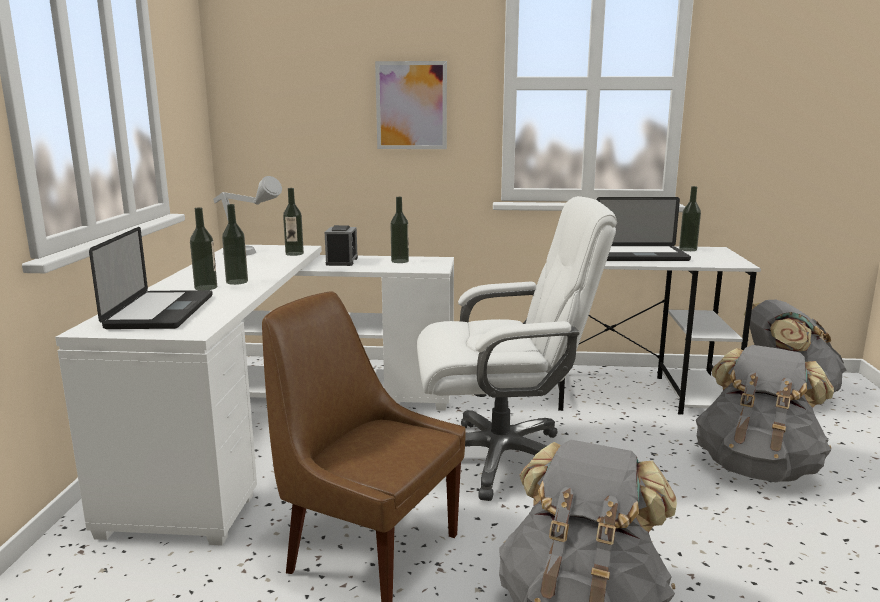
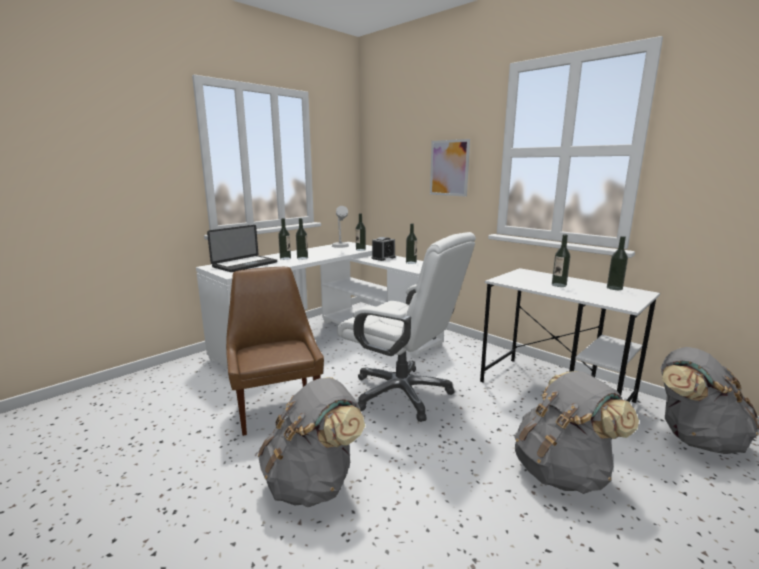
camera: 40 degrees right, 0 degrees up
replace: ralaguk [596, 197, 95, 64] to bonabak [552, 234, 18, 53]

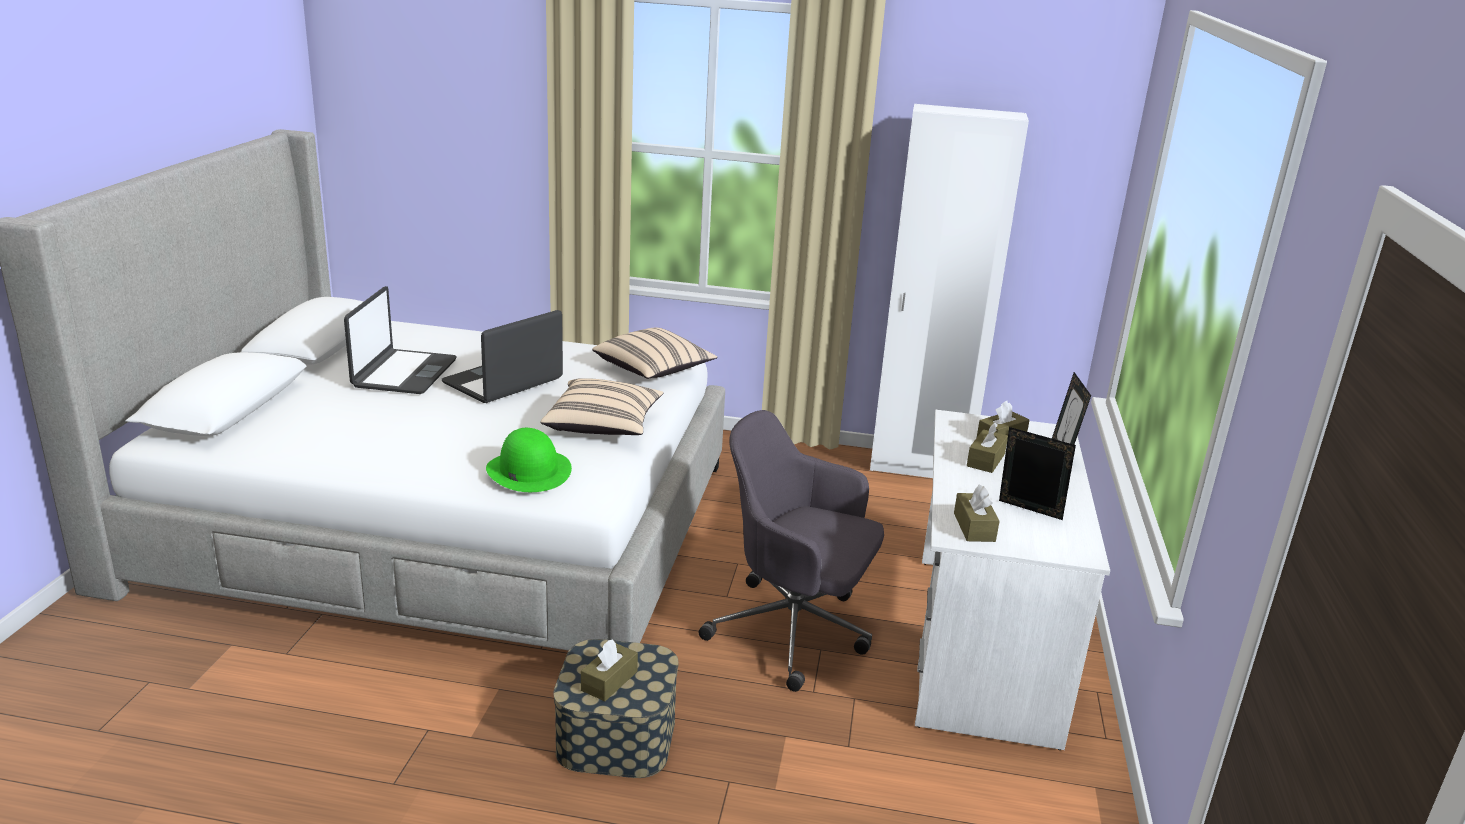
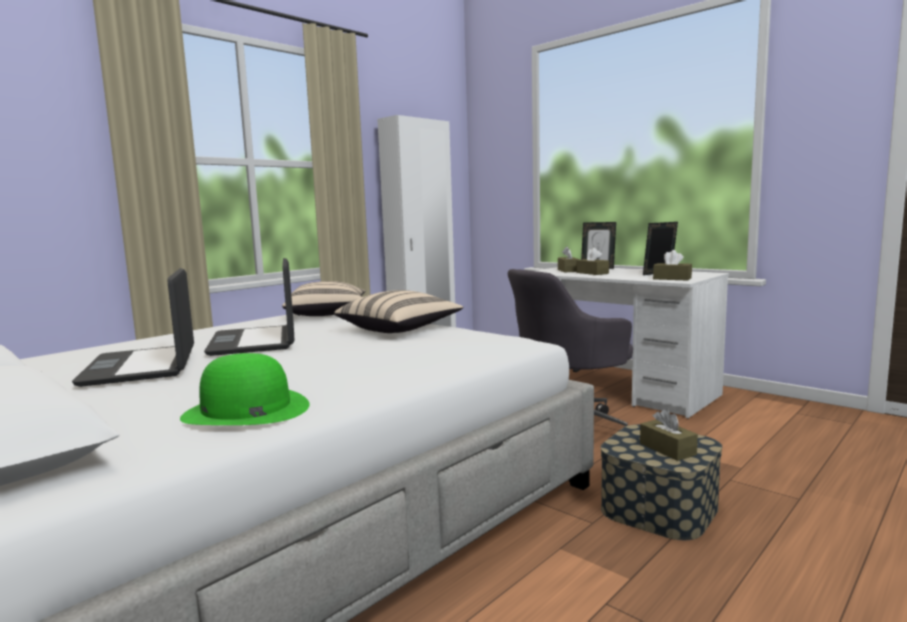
camera: 55 degrees left, 15 degrees down
move: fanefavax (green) [486, 428, 86, 64] to [180, 353, 130, 72]
rotate: ralaguk [344, 286, 113, 108] = [72, 268, 122, 119] 150 degrees counterclockwise

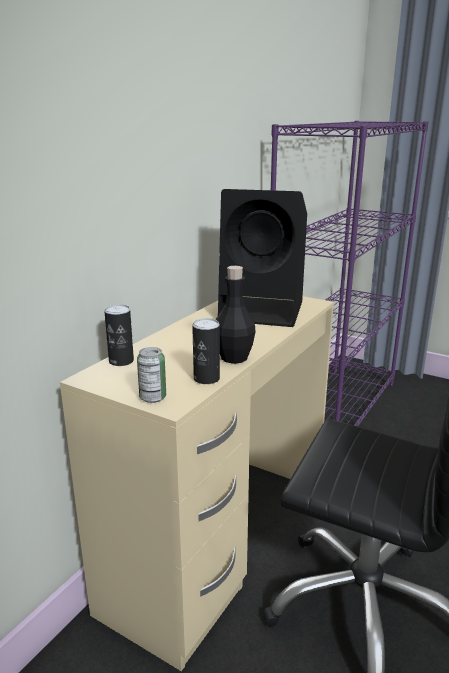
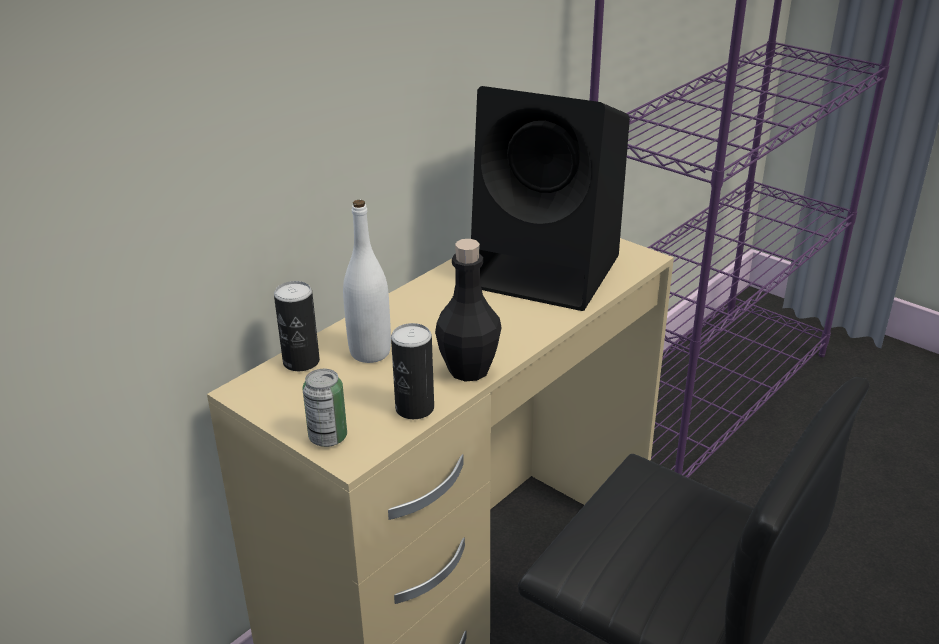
camera: 10 degrees right, 10 degrees up
insert: bonabak (white) [343, 200, 48, 163]

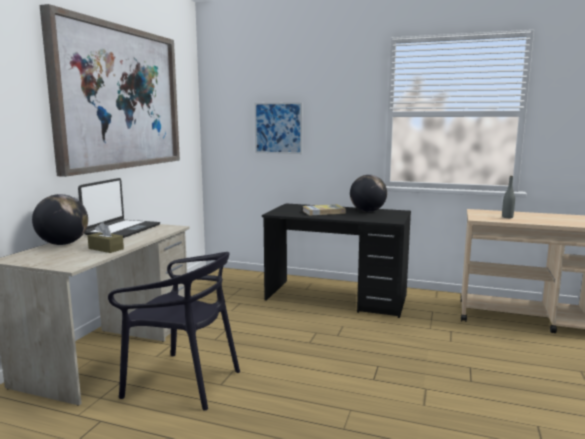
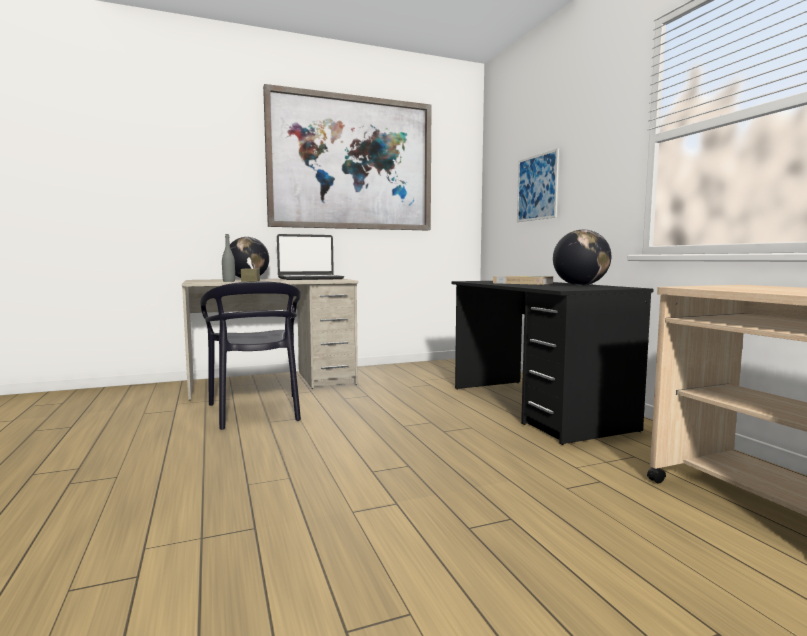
camera: 50 degrees right, 5 degrees down
move: bonabak (grey) [502, 176, 13, 42] to [222, 234, 13, 48]

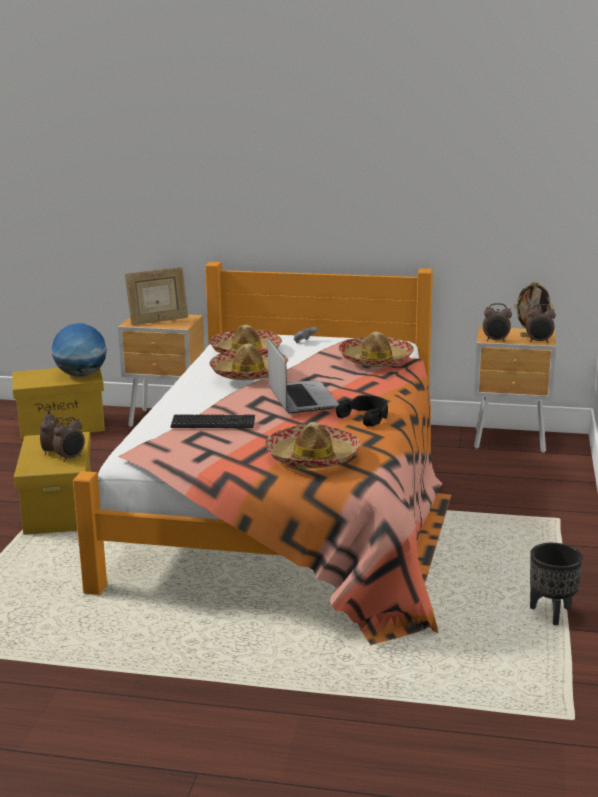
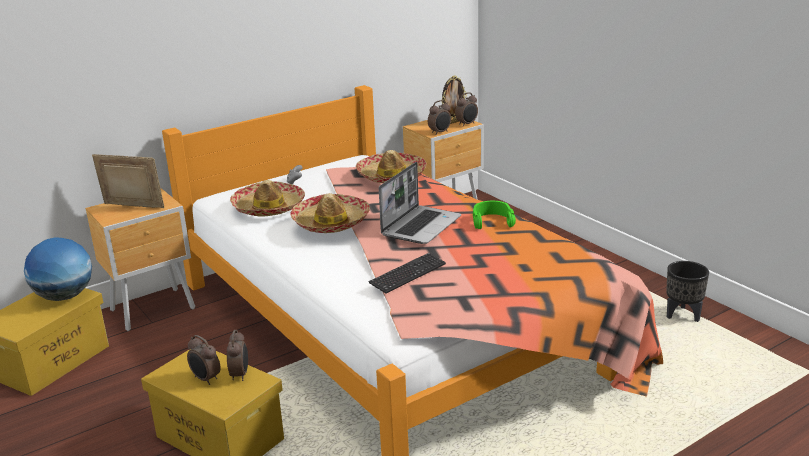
camera: 45 degrees left, 5 degrees up
delete: fanefavax [265, 422, 96, 47]
recolor: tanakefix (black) [336, 395, 52, 32] to tanakefix (green) [473, 201, 43, 28]
rotate: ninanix [125, 267, 63, 58] = [92, 154, 72, 54] 105 degrees counterclockwise; ralaguk [268, 338, 71, 75] = [379, 162, 82, 82] 90 degrees clockwise

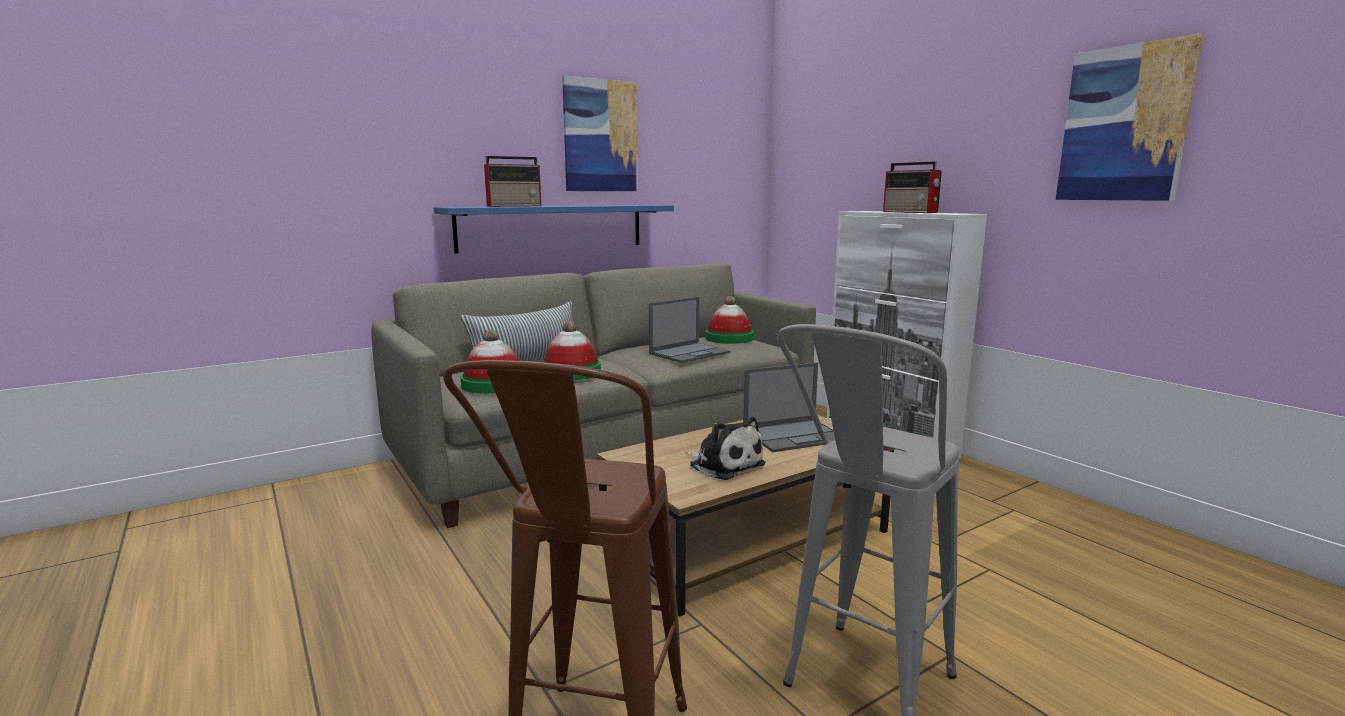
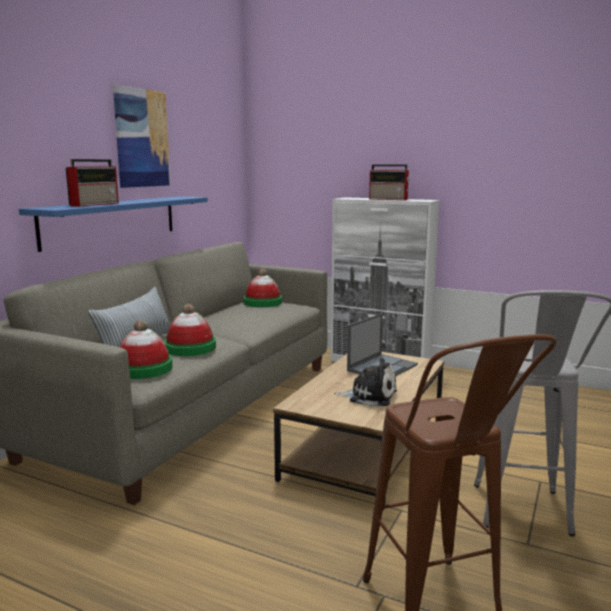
camera: 30 degrees left, 0 degrees up
delete: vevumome [1056, 33, 148, 168]; ralaguk [649, 297, 82, 66]

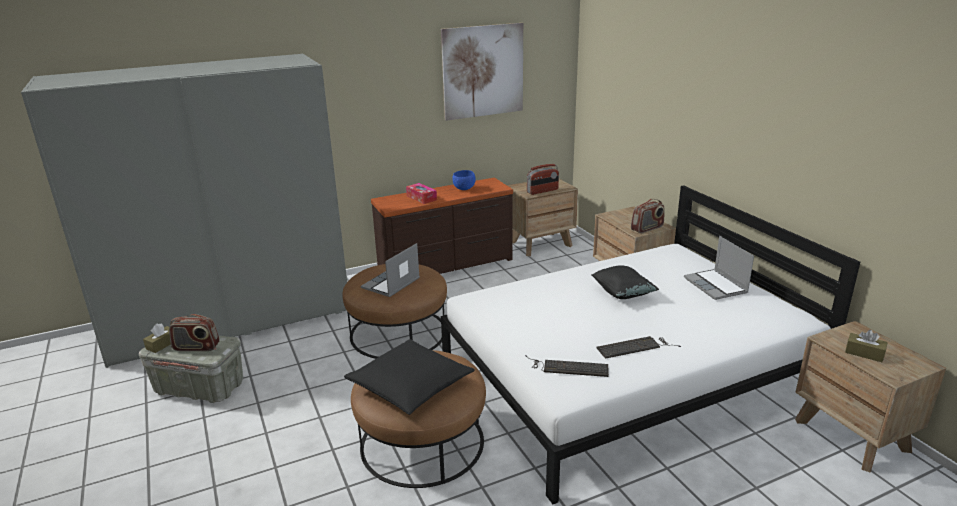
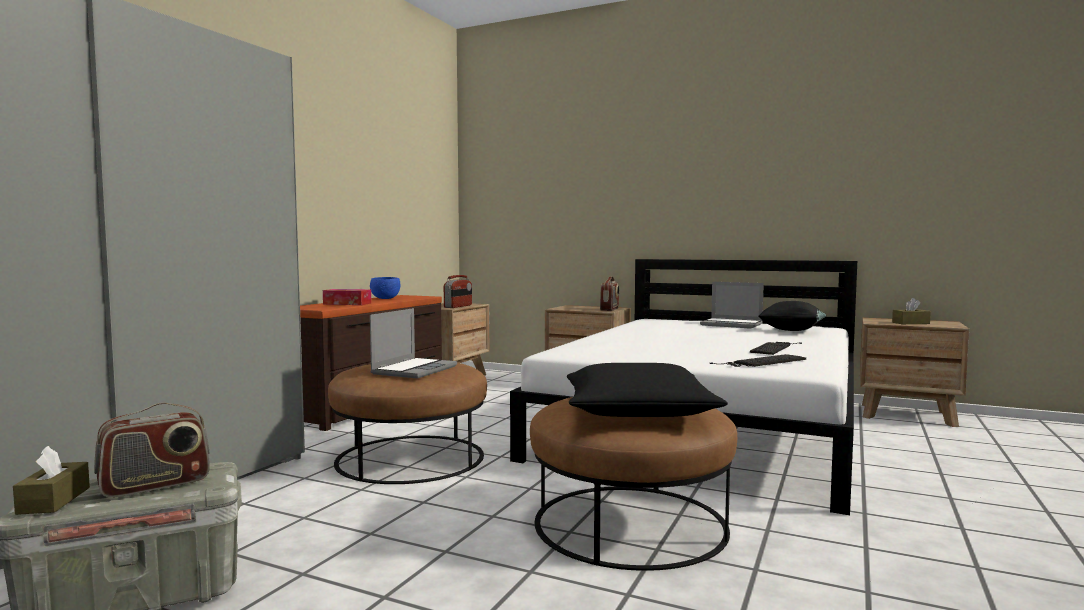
camera: 40 degrees left, 20 degrees down
delete: vevumome [441, 23, 82, 98]
move: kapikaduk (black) [591, 266, 68, 33] to [758, 301, 68, 30]
rotate: ralaguk [361, 243, 59, 54] = [370, 308, 87, 71] 150 degrees counterclockwise

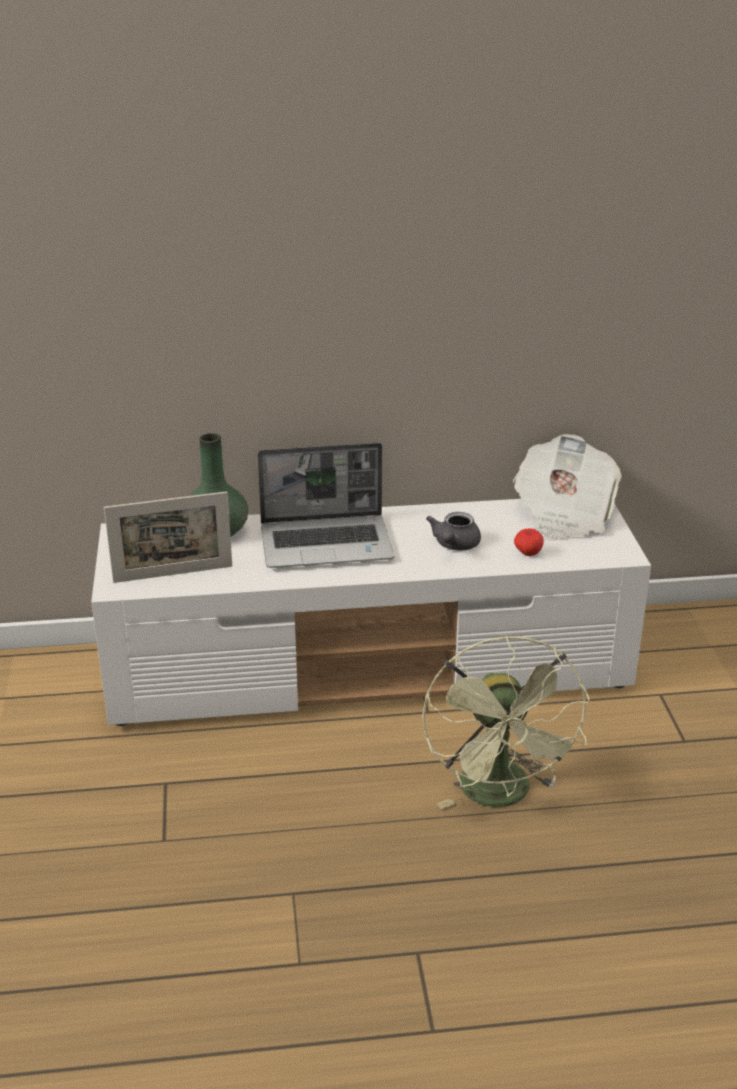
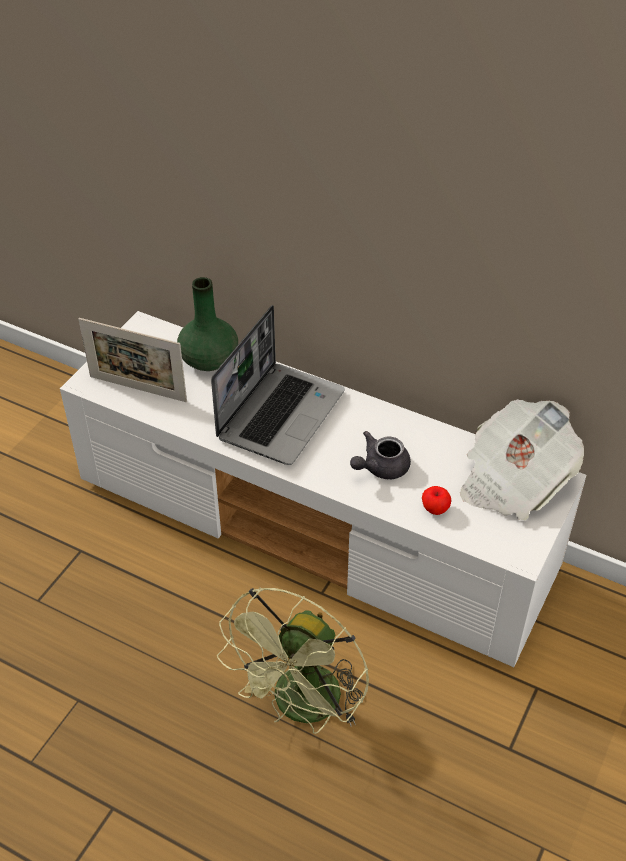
camera: 35 degrees right, 15 degrees up
rotate: ralaguk [257, 443, 137, 125] = [211, 305, 134, 160] 90 degrees counterclockwise

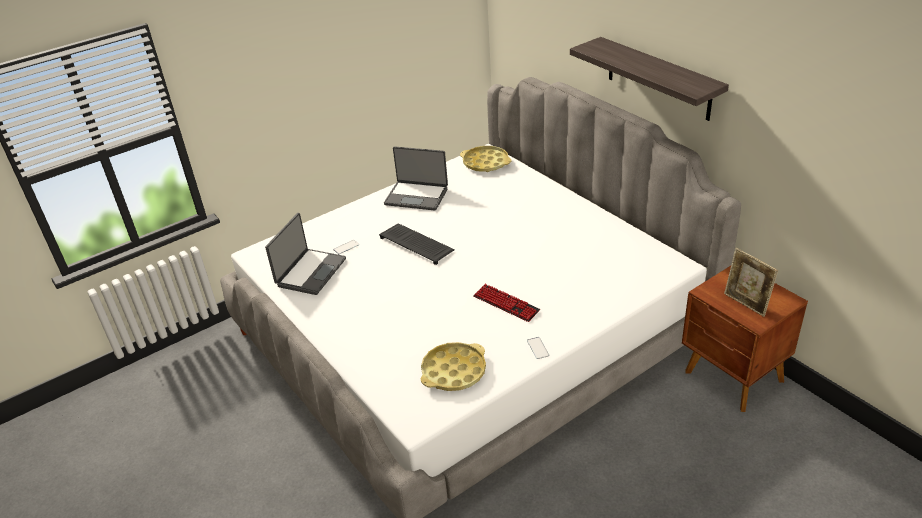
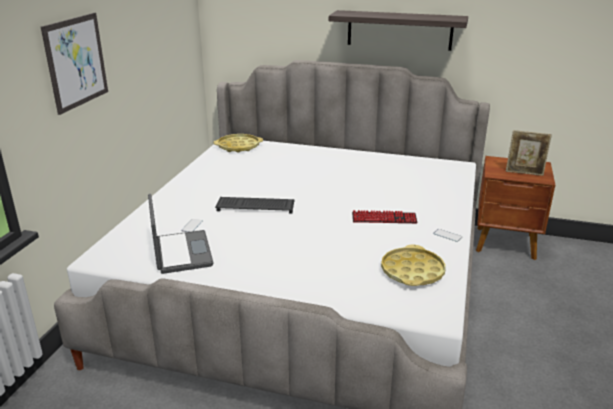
camera: 40 degrees left, 10 degrees down
delete: ralaguk [384, 146, 64, 65]
insert: vevumome [41, 13, 67, 102]

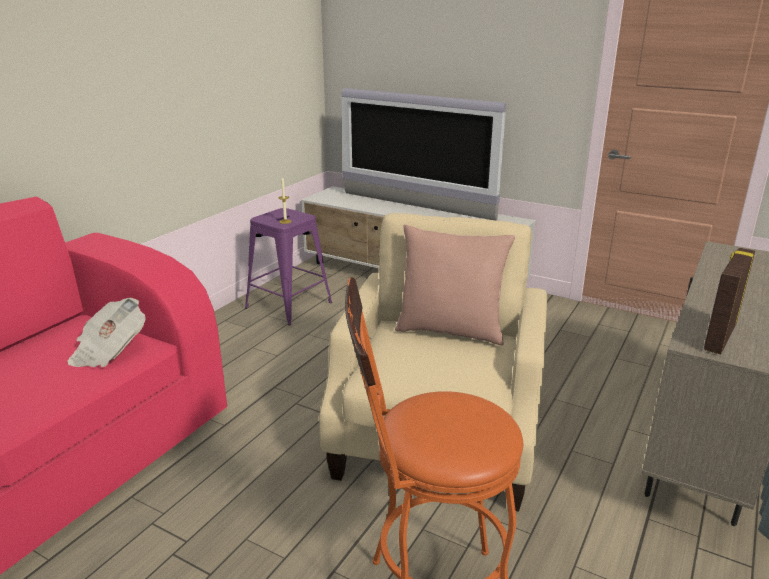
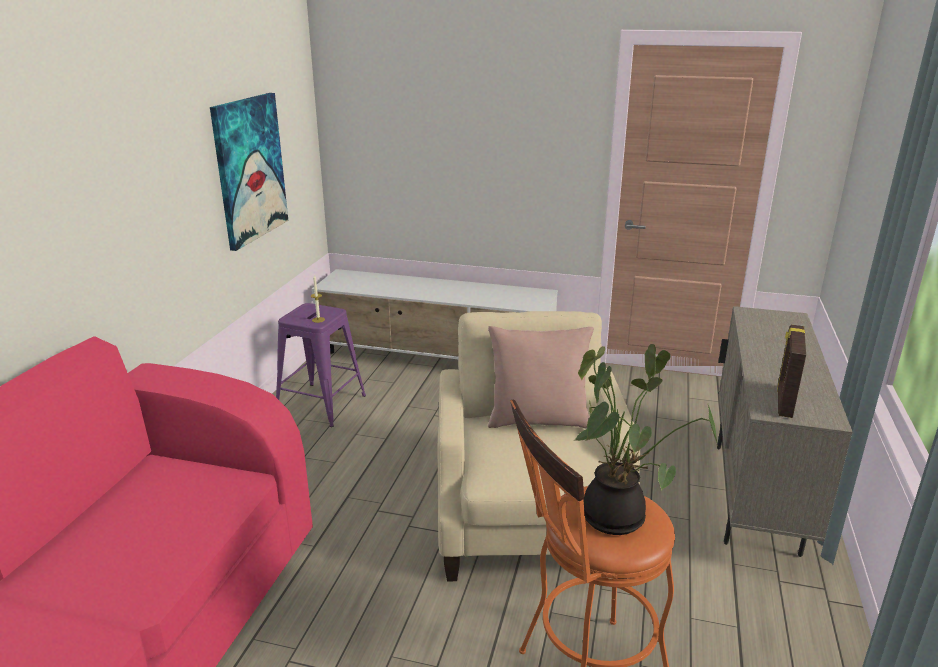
camera: 15 degrees left, 0 degrees up
delete: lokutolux [341, 88, 165, 133]; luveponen [67, 298, 79, 69]
insert: vevumome [210, 93, 78, 158]; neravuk [575, 344, 143, 191]

